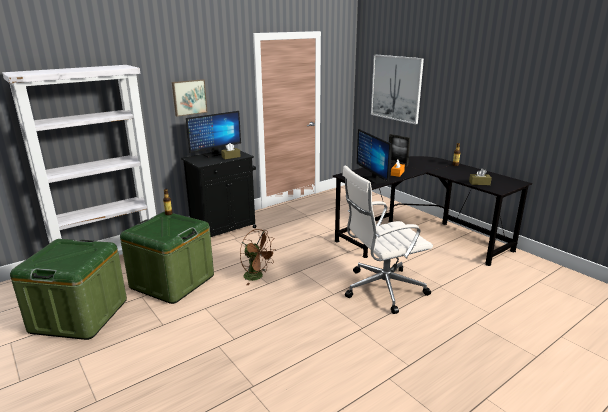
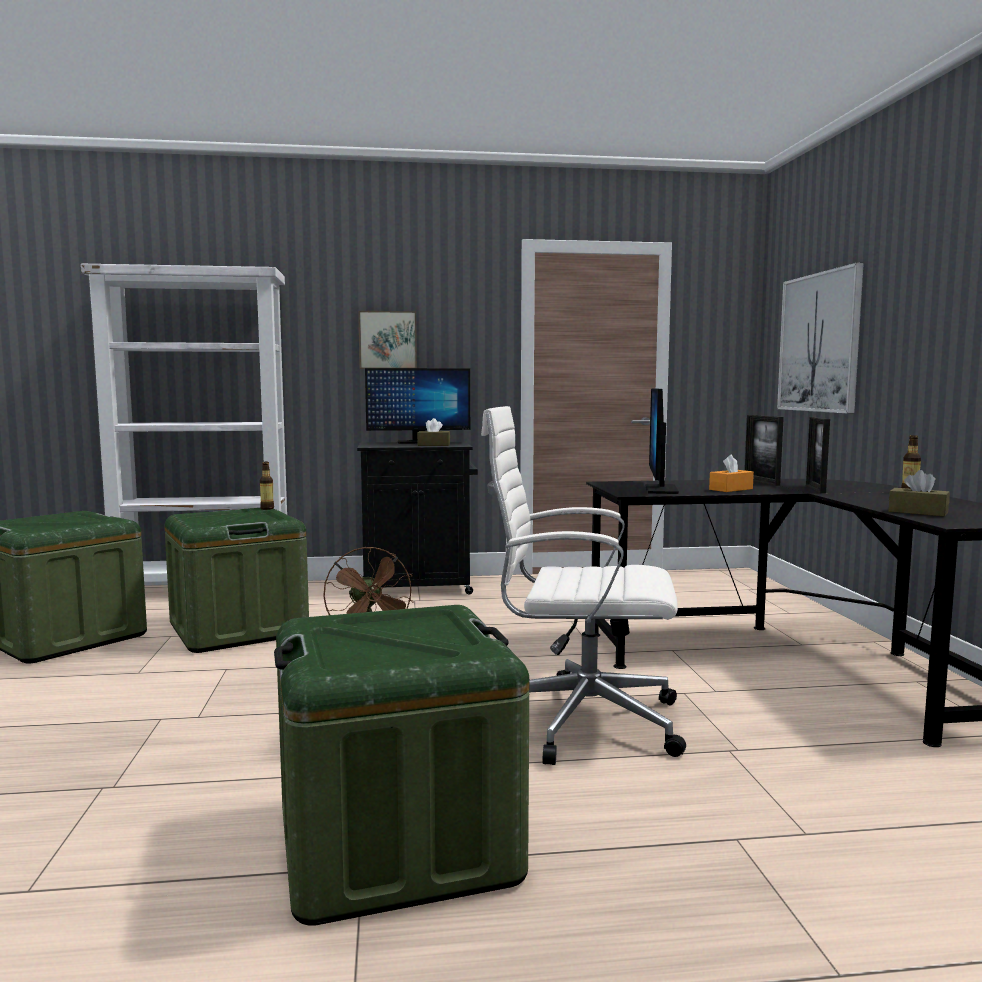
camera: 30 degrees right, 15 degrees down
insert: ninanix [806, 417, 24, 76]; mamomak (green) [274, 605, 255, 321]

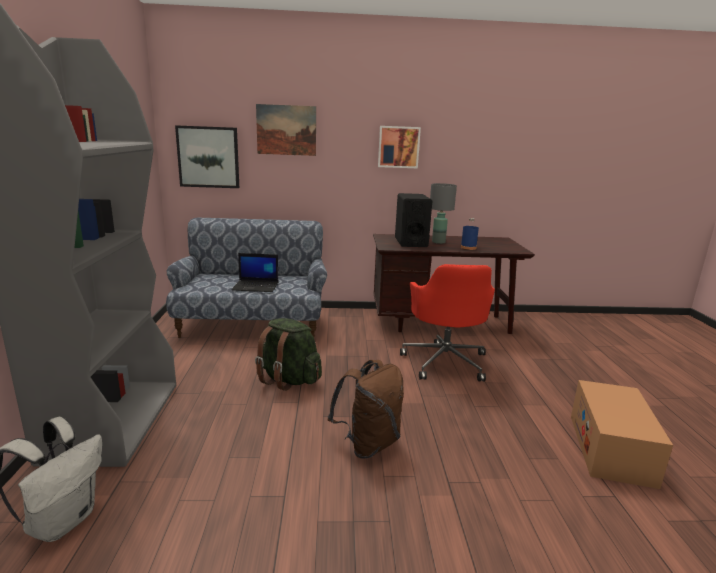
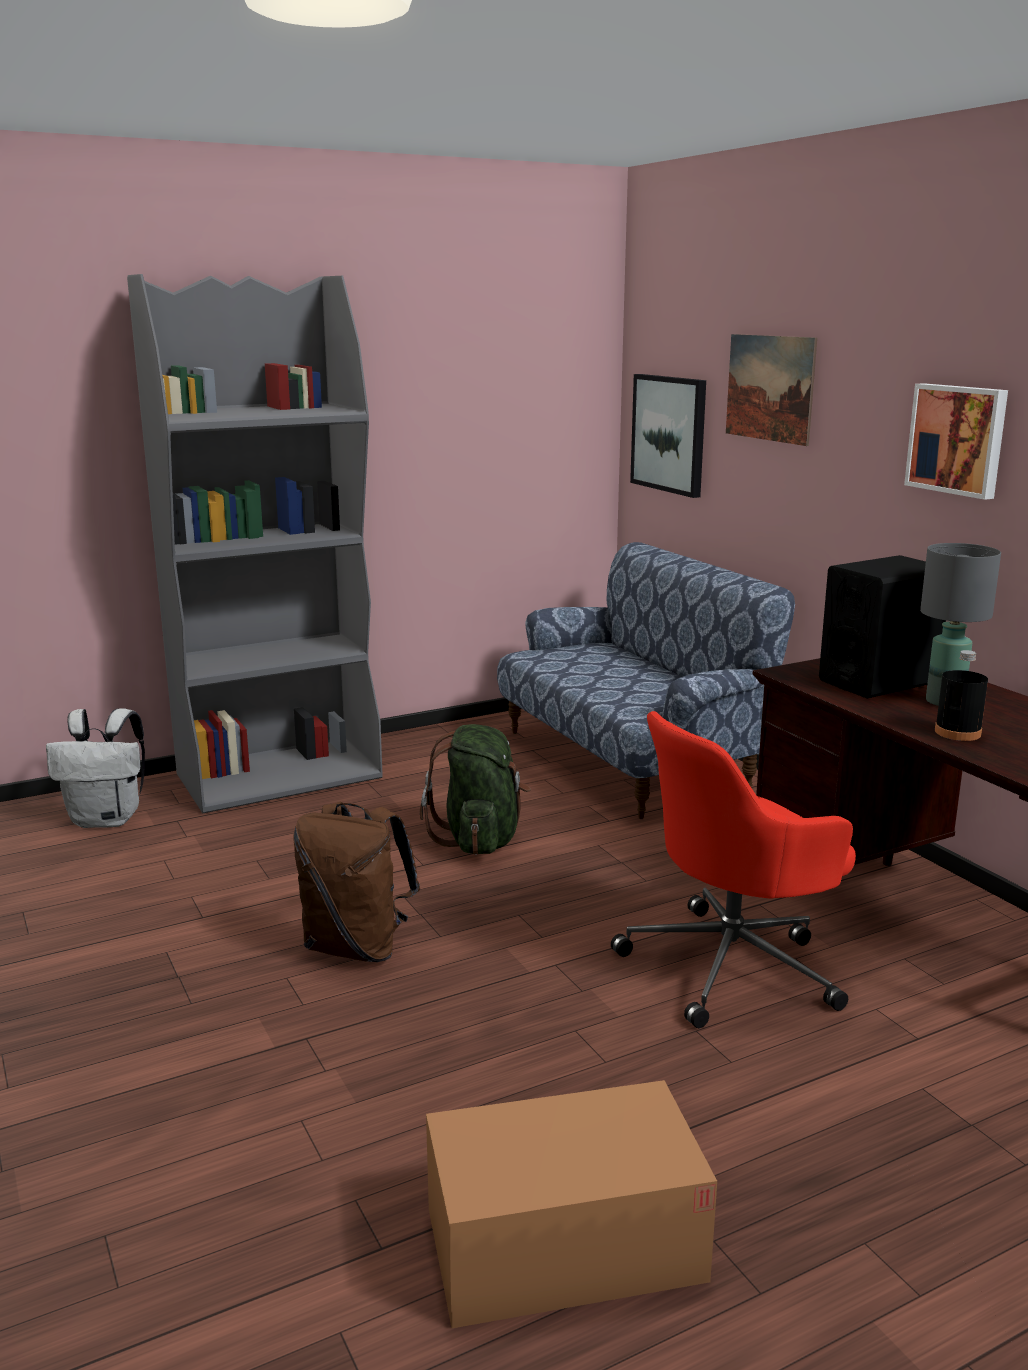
camera: 65 degrees right, 0 degrees up
delete: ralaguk [231, 253, 47, 39]
recolor: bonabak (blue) [461, 218, 18, 32] to bonabak (black) [935, 650, 53, 91]

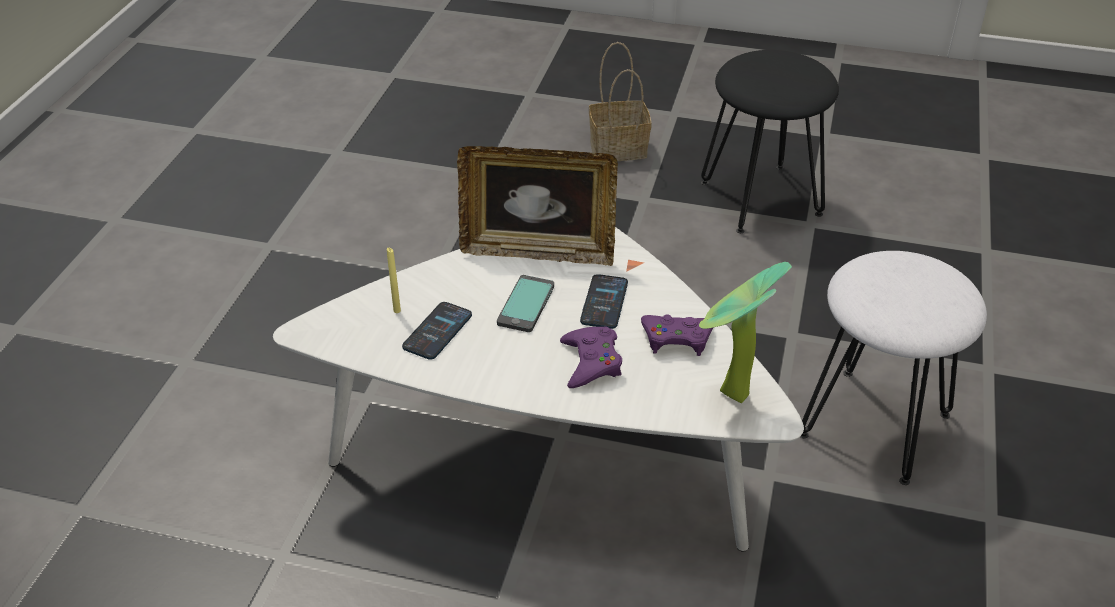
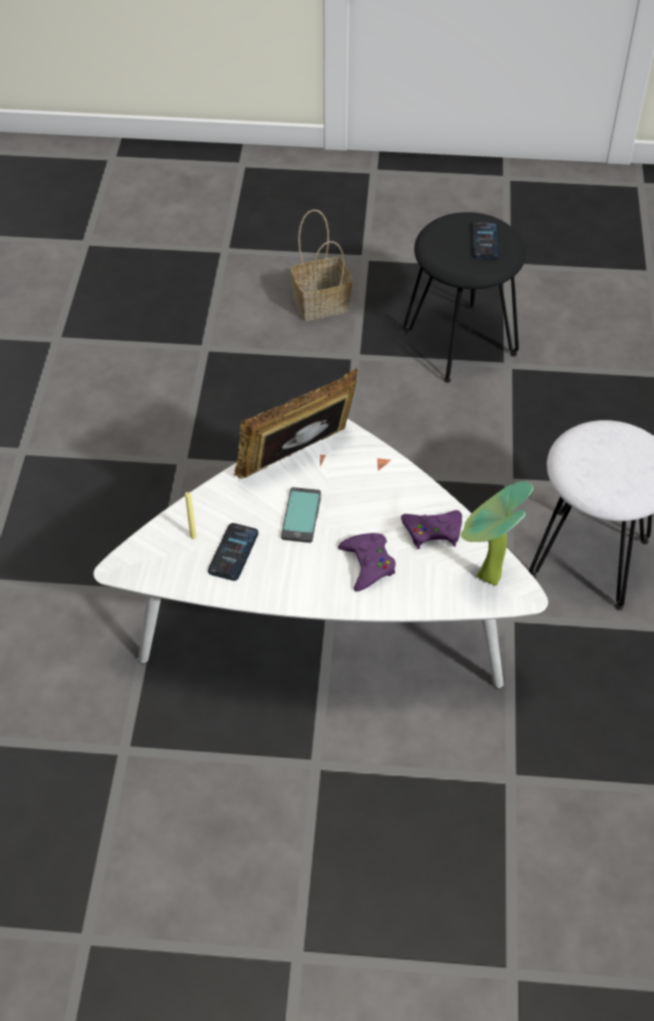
camera: 10 degrees left, 10 degrees up
move: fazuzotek [580, 274, 48, 55] to [472, 221, 28, 38]
rotate: ninanix [457, 146, 161, 120] = [234, 368, 124, 111] 150 degrees clockwise

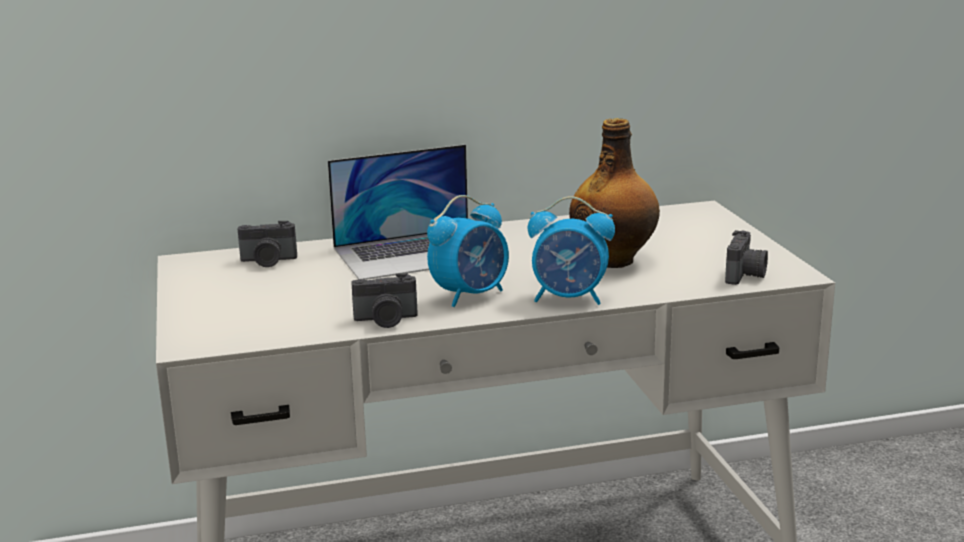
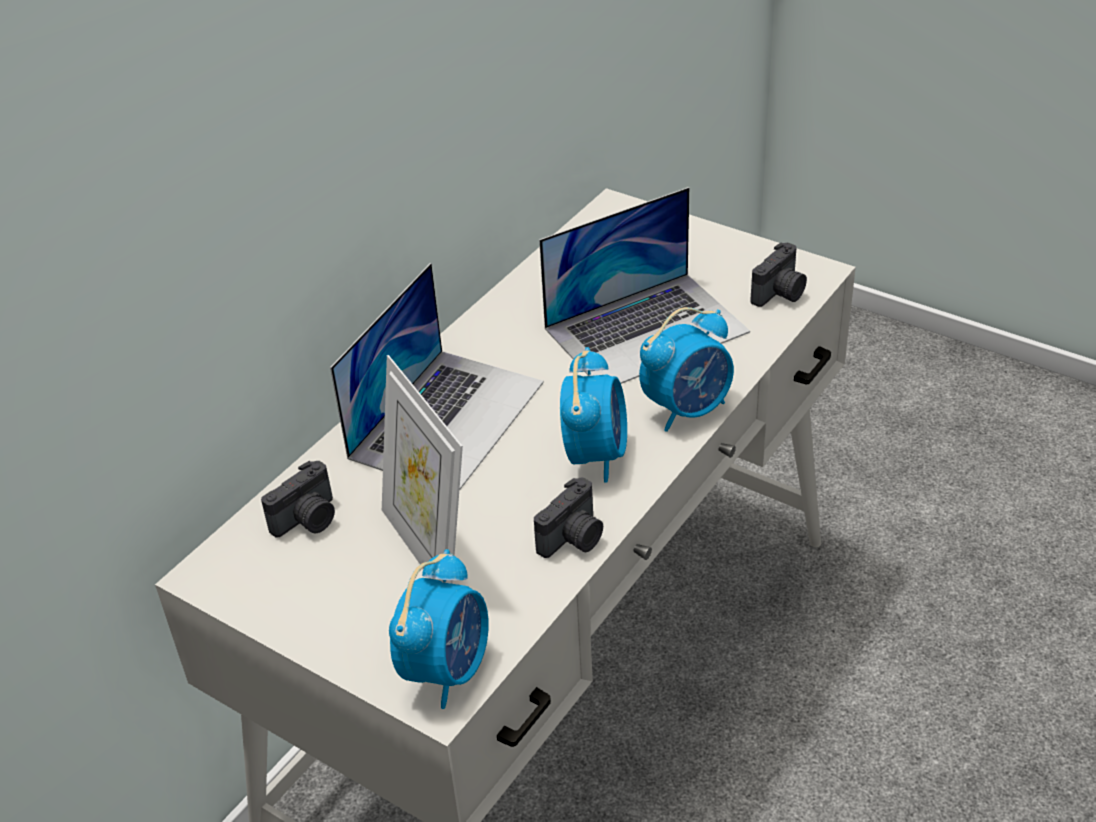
camera: 40 degrees left, 20 degrees up
insert: ninanix [382, 355, 81, 229]; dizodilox [389, 549, 100, 160]
replace: bonabak [569, 118, 91, 150] to ralaguk [539, 187, 211, 197]
rotate: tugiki [725, 230, 43, 55] = [751, 242, 56, 65] 60 degrees clockwise

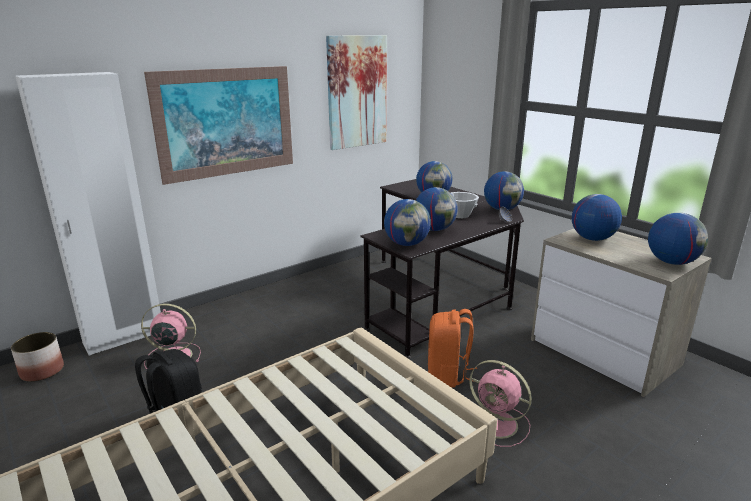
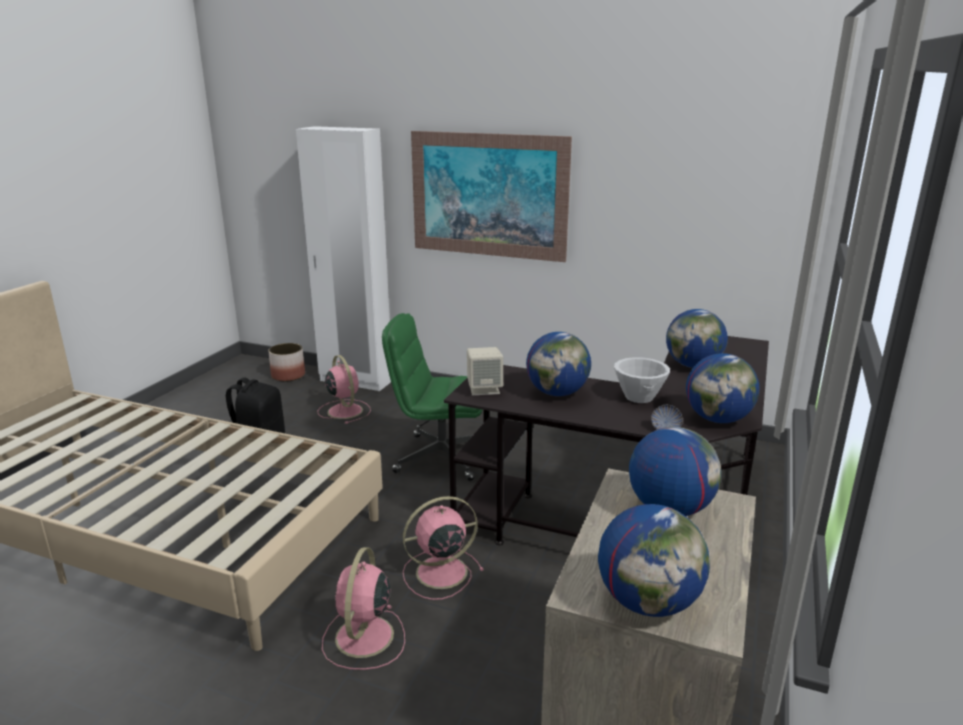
camera: 60 degrees right, 0 degrees up
delete: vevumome [326, 35, 61, 115]
insert: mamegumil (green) [382, 313, 101, 168]
replace: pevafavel [384, 199, 47, 47] to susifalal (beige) [467, 347, 36, 48]; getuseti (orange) [428, 309, 49, 79] to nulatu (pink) [403, 496, 81, 104]

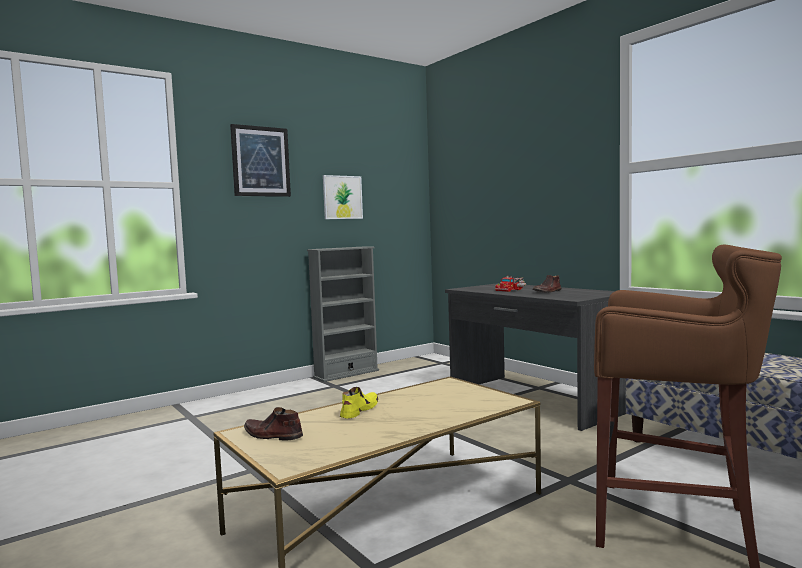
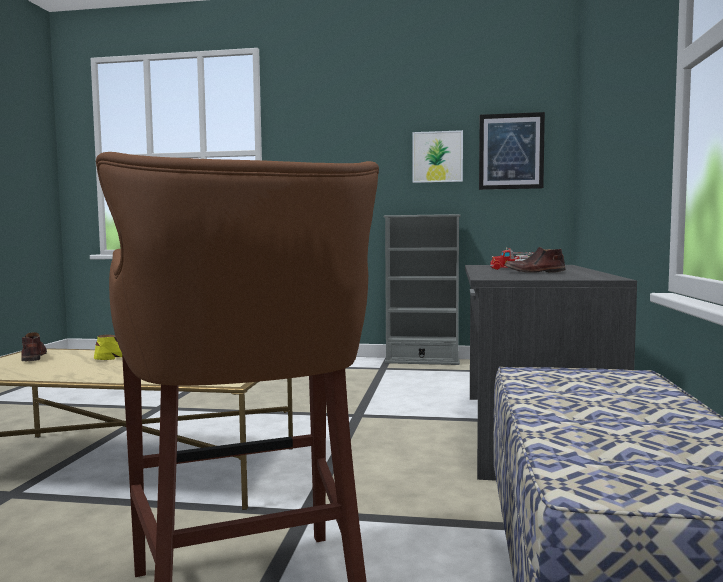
camera: 45 degrees right, 0 degrees up
move: vevumome [230, 124, 61, 73] to [479, 112, 66, 78]

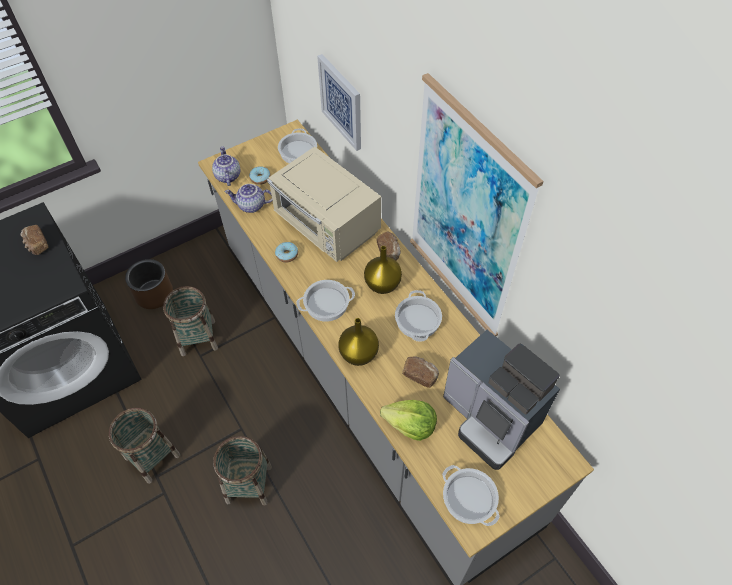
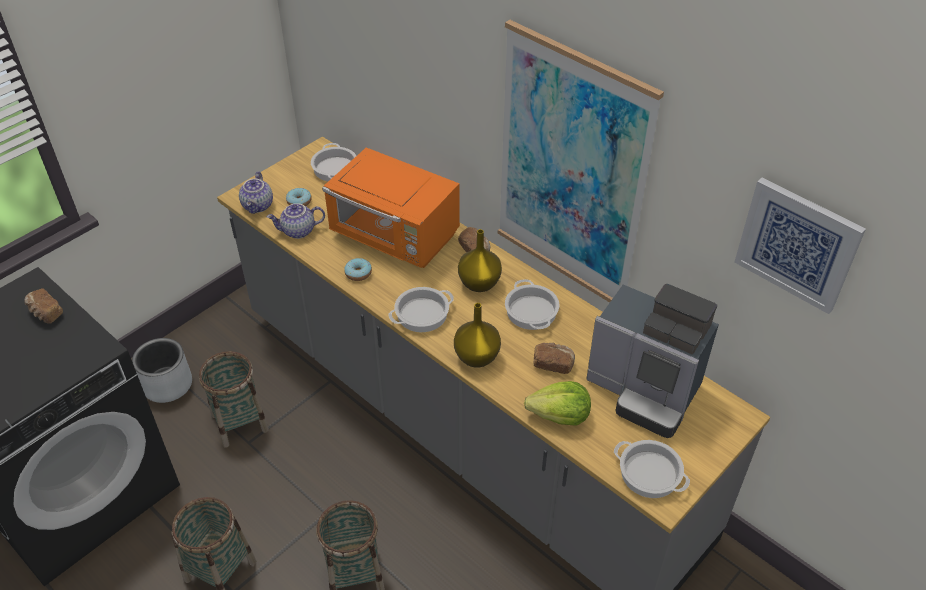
camera: 15 degrees left, 10 degrees down
move: vevumome [317, 54, 44, 97] to [734, 178, 132, 136]
recolor: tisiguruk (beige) [267, 147, 114, 115] to tisiguruk (orange) [322, 147, 138, 121]; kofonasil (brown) [125, 259, 48, 50] to kofonasil (grey) [132, 338, 60, 65]
rotate: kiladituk [212, 146, 28, 40] = [239, 171, 34, 43] 150 degrees counterclockwise

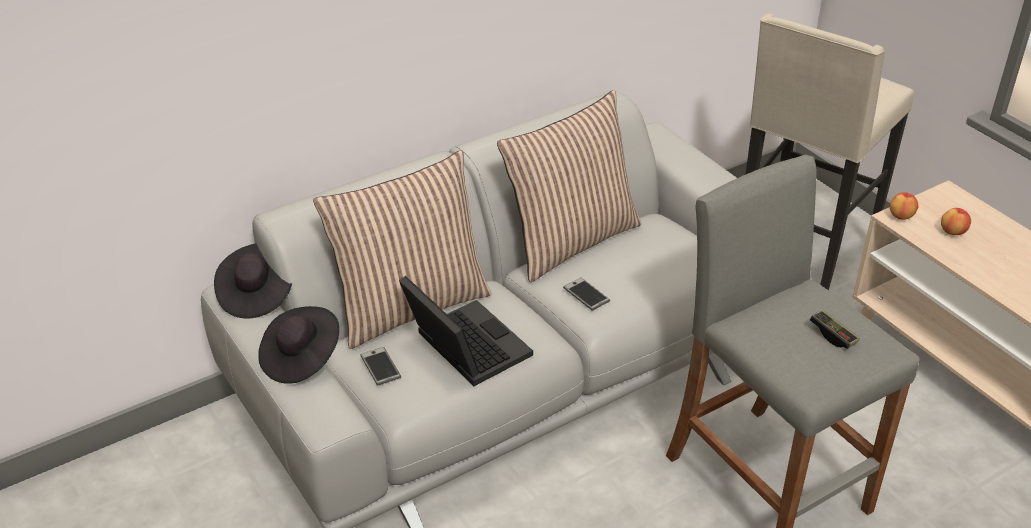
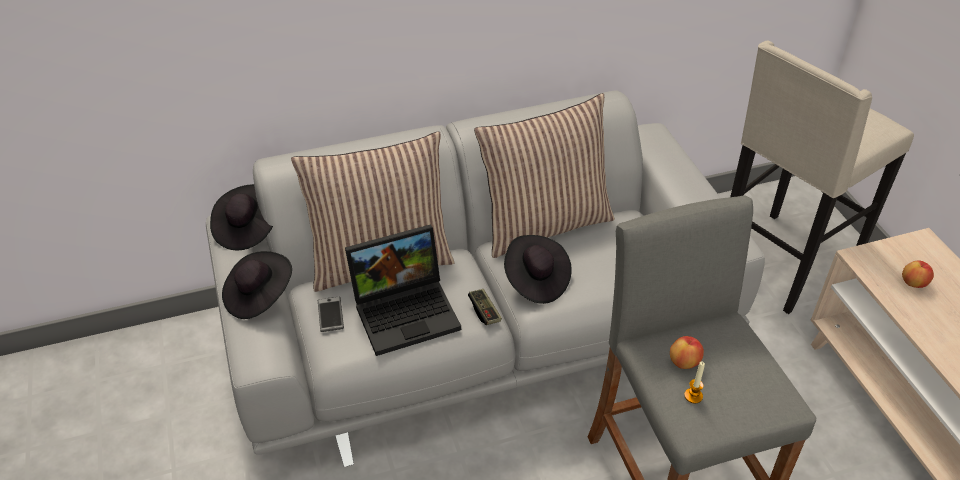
camera: 15 degrees right, 5 degrees up
insert: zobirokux [684, 361, 21, 43]
move: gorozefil [890, 192, 28, 28] to [670, 336, 34, 33]; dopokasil [810, 310, 50, 39] to [468, 289, 34, 36]
replace: fazuzotek [563, 278, 47, 33] to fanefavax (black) [504, 235, 68, 69]
rotate: ralaguk [399, 276, 134, 110] = [345, 225, 116, 131] 90 degrees clockwise

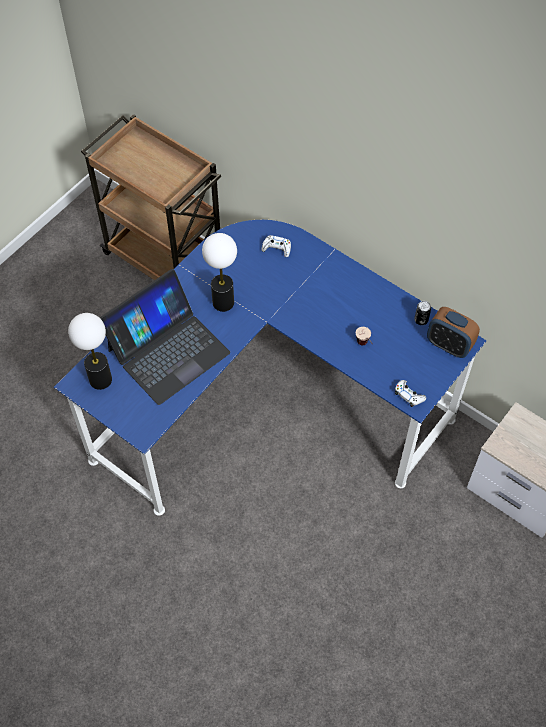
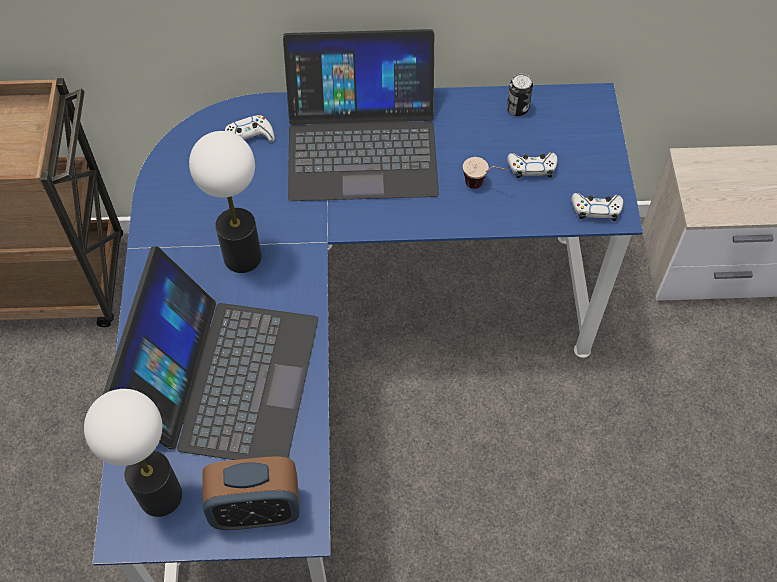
camera: 40 degrees left, 0 degrees up
insert: ralaguk [283, 29, 156, 172]; dopokasil (white) [507, 152, 51, 26]
move: dizodilox [427, 307, 53, 51] to [202, 456, 98, 74]

